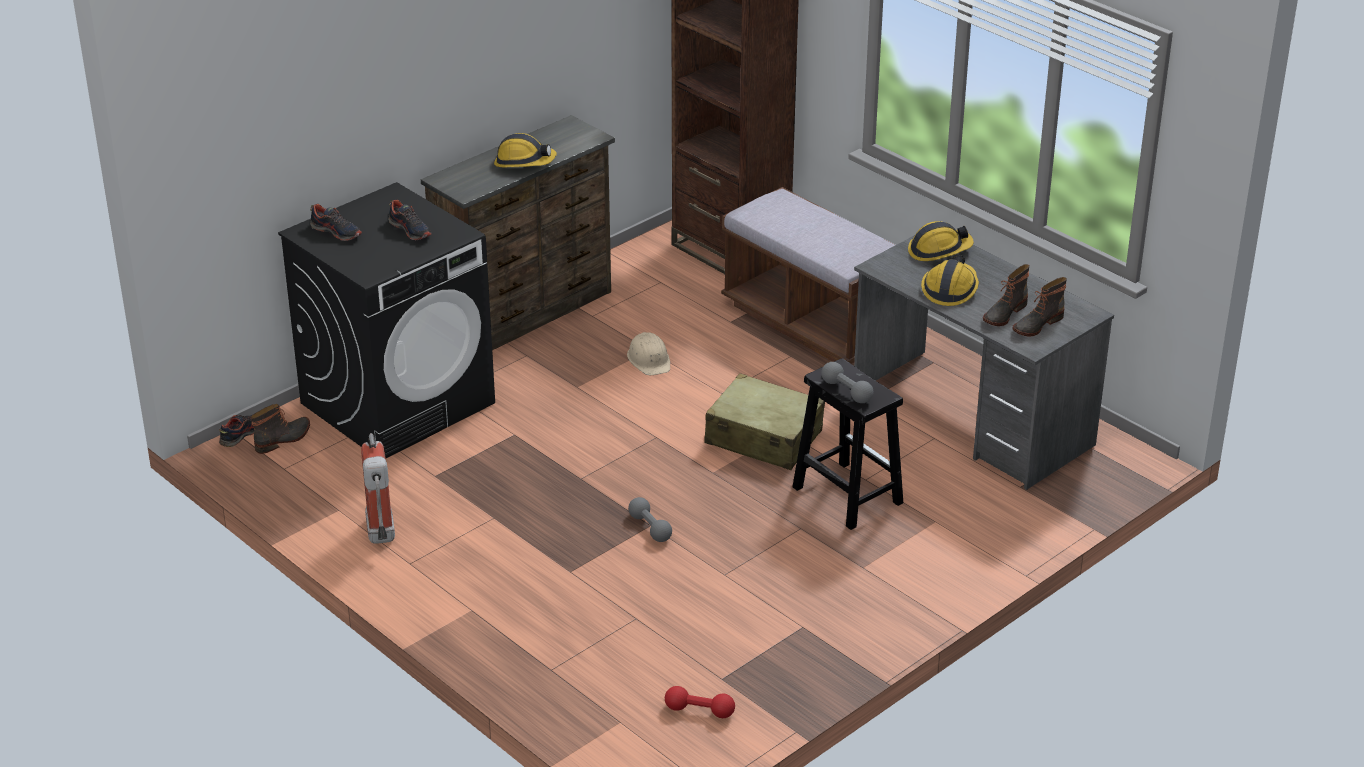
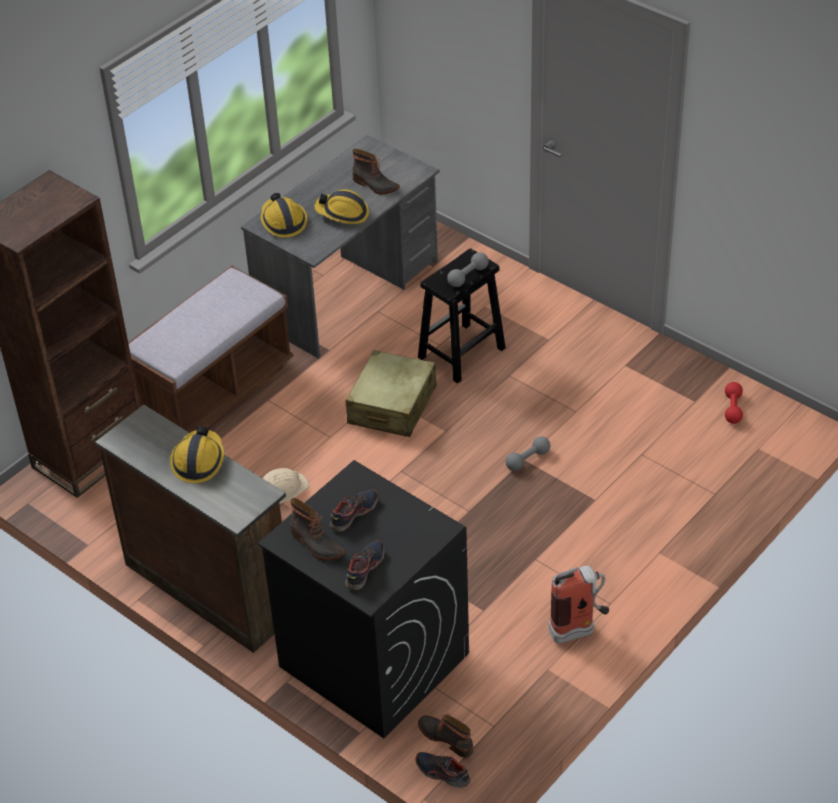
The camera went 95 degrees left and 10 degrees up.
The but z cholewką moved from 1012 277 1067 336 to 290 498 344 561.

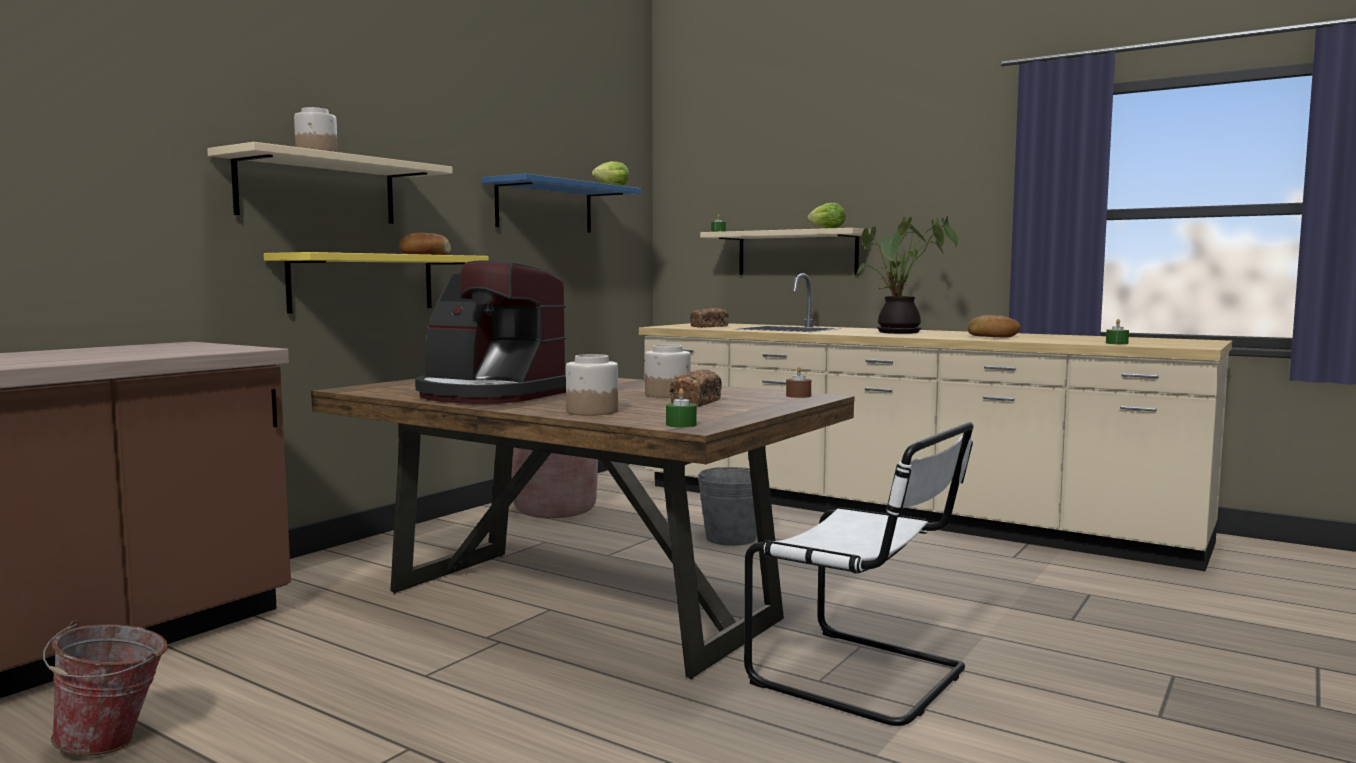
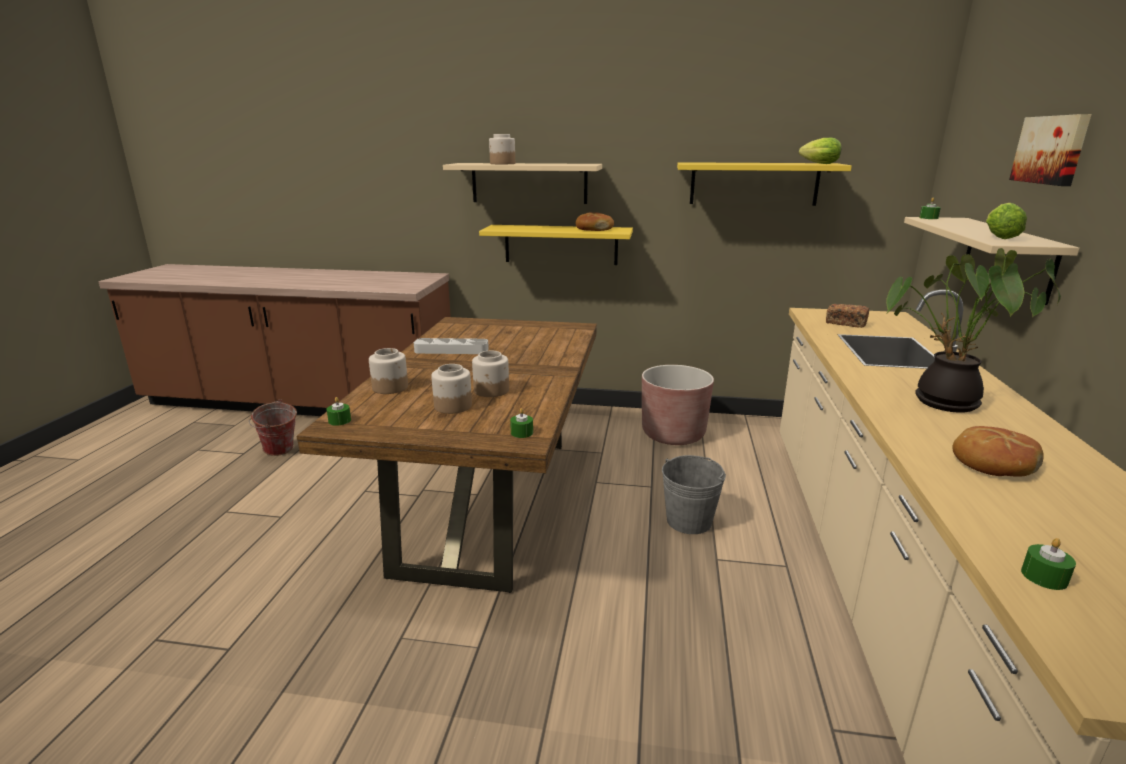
The camera went 65 degrees right and 15 degrees up.
The półka (niebieski) at 481 173 641 233 became the półka (żółty) at 677 162 852 206.
The ekspres do kawy at 415 260 566 404 was replaced by the taca (szary) at 414 338 489 354.
The świeca (brązowy) at 786 366 811 398 became the świeca (zielony) at 510 408 533 438.
The chleb at 670 370 722 407 was replaced by the słoik at 431 364 472 414.
The krzesło (biały) at 744 422 974 726 disappeared.
The obraz at 1009 114 1092 186 appeared.

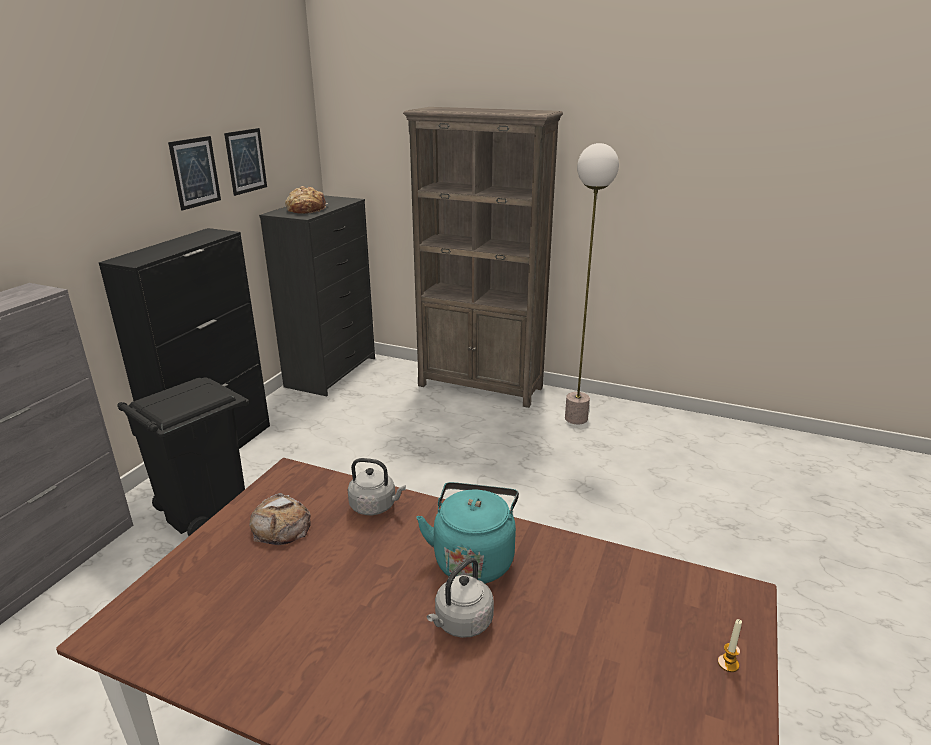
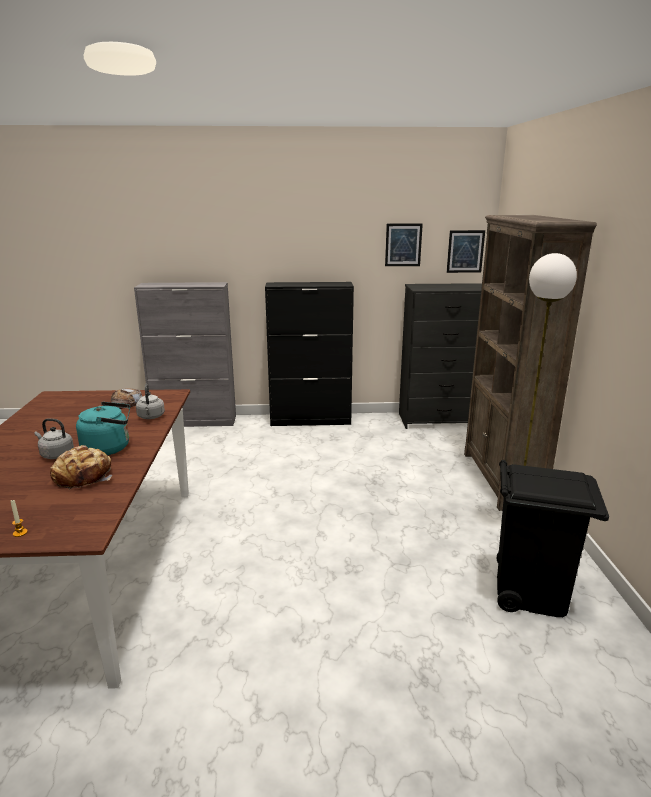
The camera went 65 degrees right and 5 degrees down.
The obraz moved from 168 136 221 211 to 447 230 485 273.
The chleb moved from 285 186 328 214 to 50 445 112 490.
The kosz na śmieci (czarny) moved from 117 377 249 536 to 497 460 609 617.

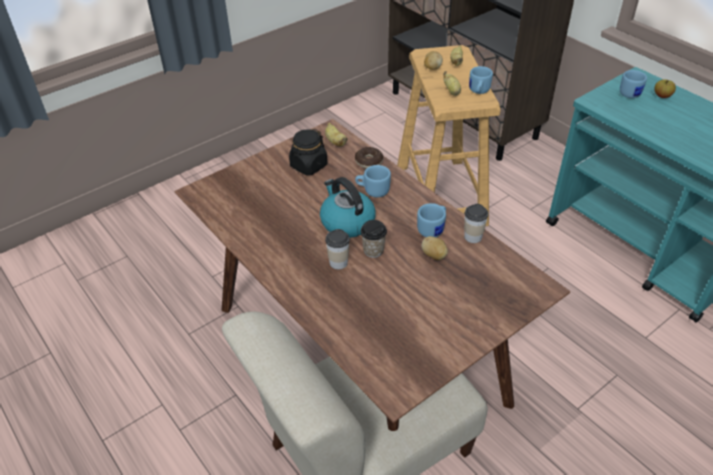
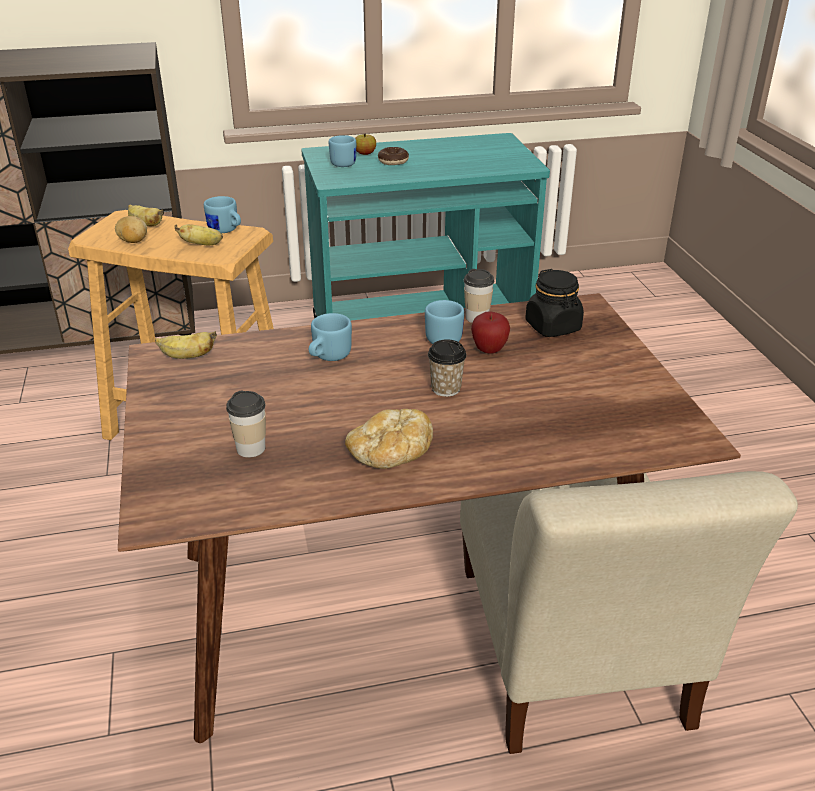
The camera went 65 degrees left and 10 degrees down.
The słoik (czarny) moved from 289 129 327 176 to 525 269 584 337.
The donut moved from 355 147 383 169 to 378 147 409 165.
The czajnik at 320 177 376 238 disappeared.
The filiżanka moved from 325 229 350 270 to 226 391 266 458.
The ziemniak at 421 236 448 260 was replaced by the jabłko at 471 311 510 354.
The chleb at 345 409 433 469 appeared.

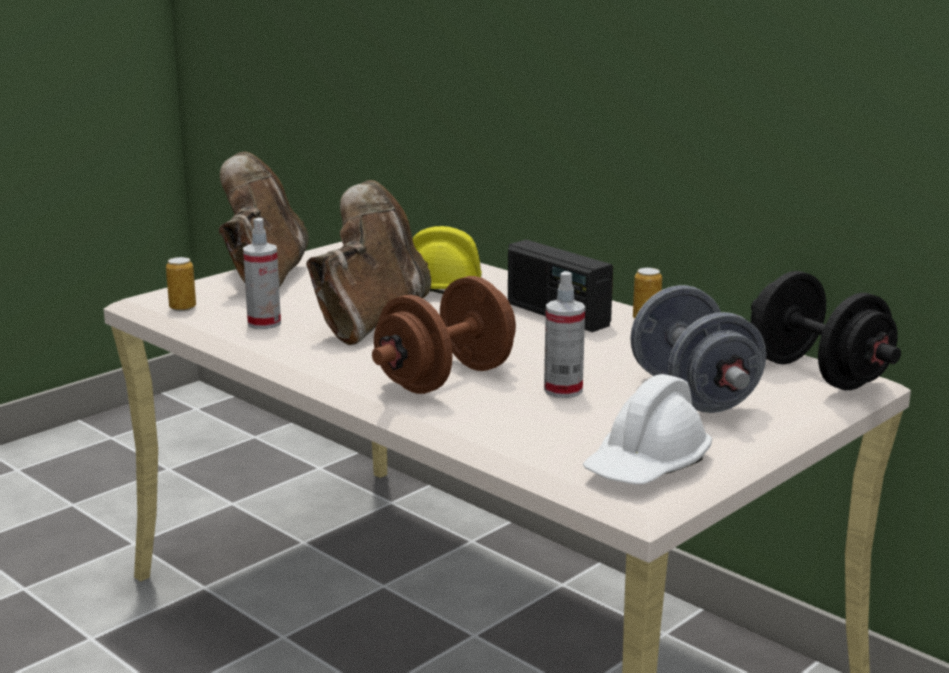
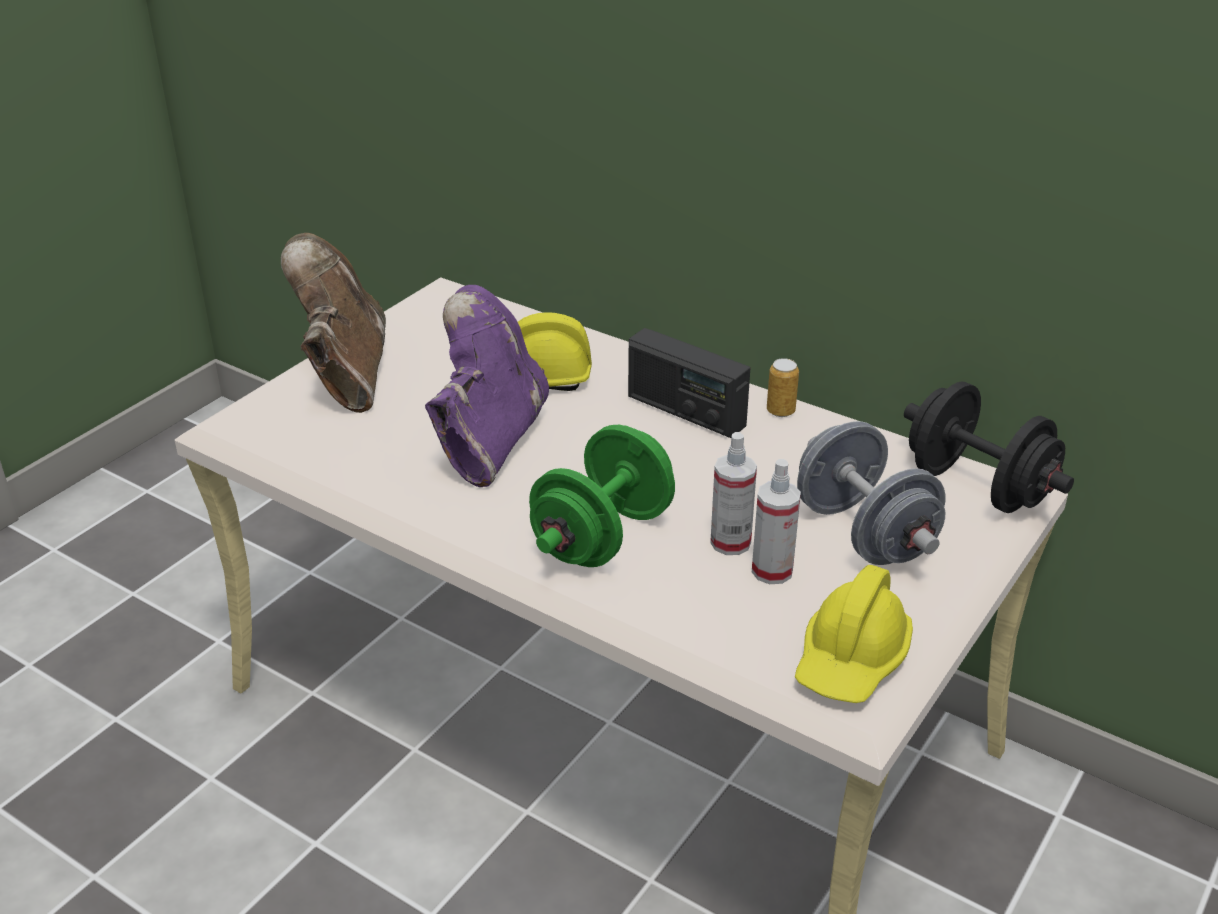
The camera went 10 degrees left and 15 degrees up.
The but z cholewką (brązowy) at 306 180 431 345 became the but z cholewką (fioletowy) at 425 285 549 487.
The spryskiwacz moved from 243 218 281 329 to 752 459 801 584.
The puszka at 166 257 196 311 disappeared.
The hantel (brązowy) at 372 276 516 394 became the hantel (zielony) at 529 425 675 567.
The kask (biały) at 583 374 712 484 became the kask (żółty) at 795 565 913 703.

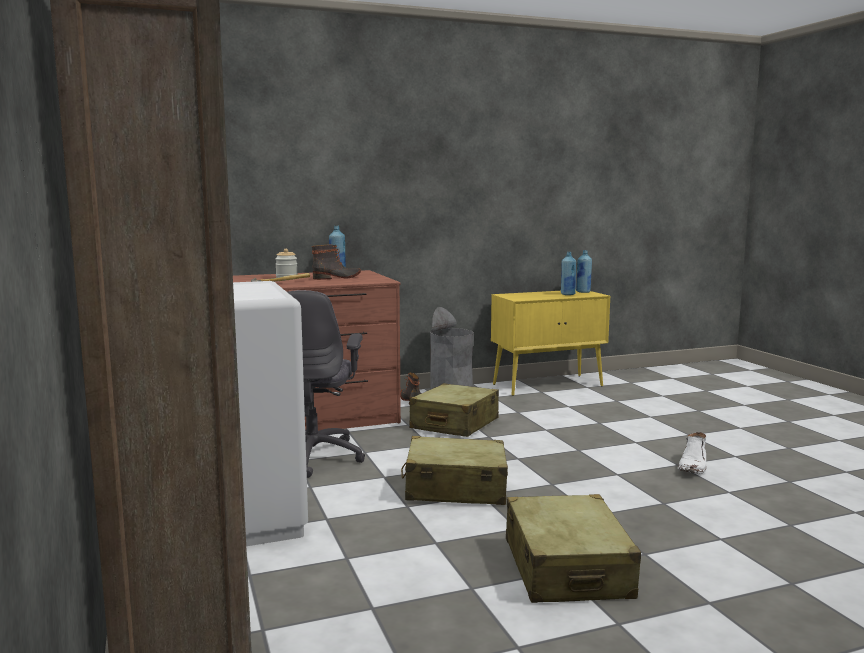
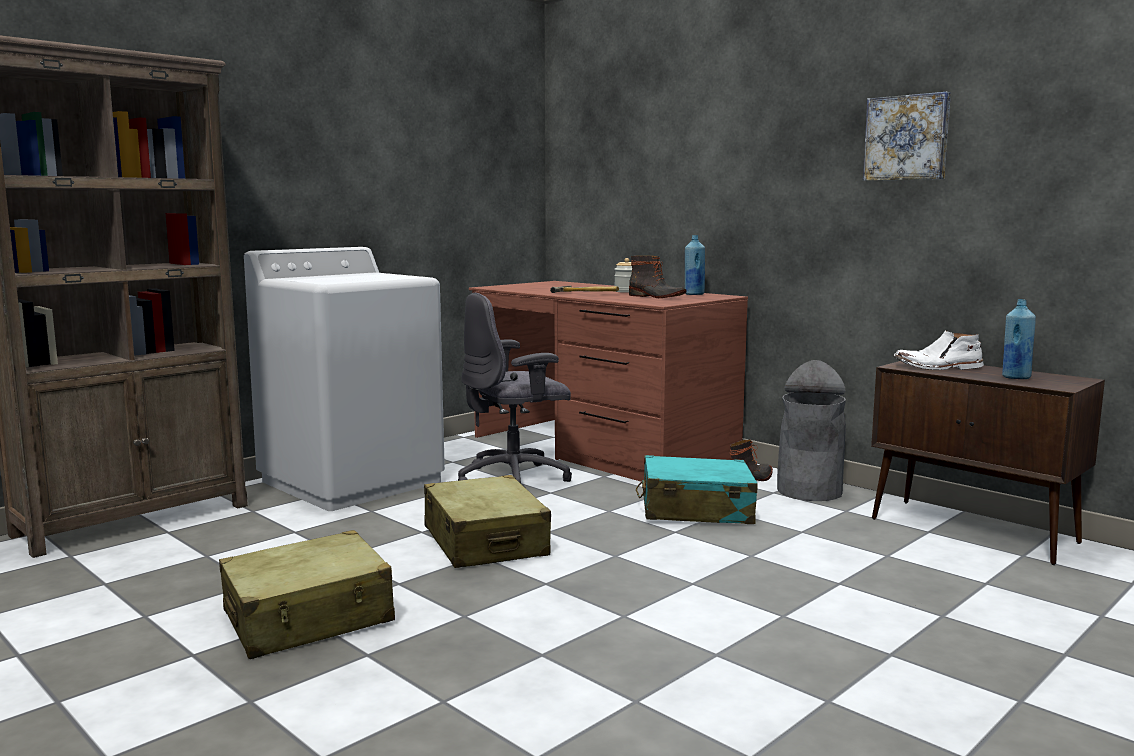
The camera went 65 degrees right and 0 degrees up.
The butelka (niebieski) at 576 250 592 293 disappeared.
The szafka (żółty) at 491 291 610 396 became the szafka (brązowy) at 871 361 1105 565.
The walizka (beżowy) at 409 383 499 437 became the walizka (turkusowy) at 636 455 758 524.
The but z cholewką (biały) moved from 678 432 706 474 to 893 330 984 370.
The obraz at 863 92 951 181 appeared.

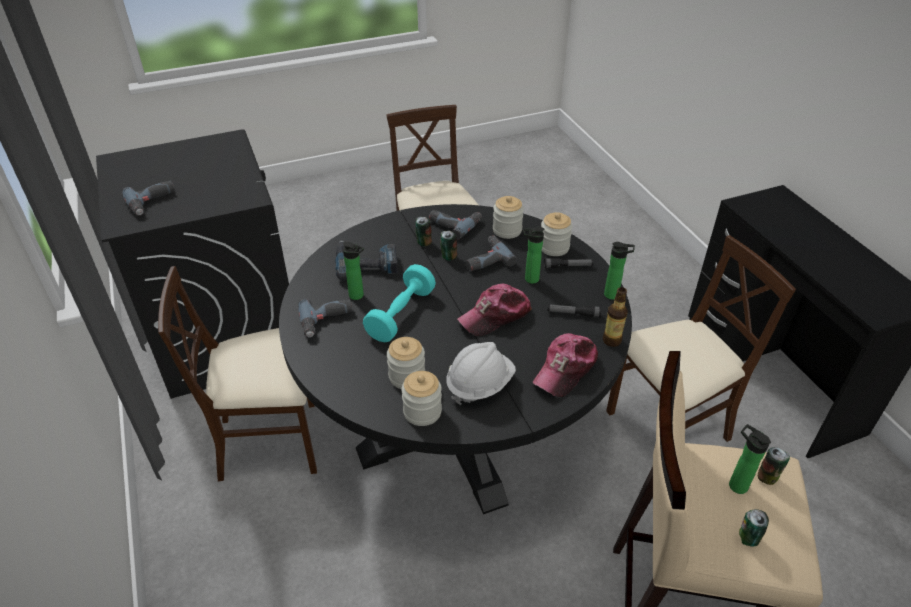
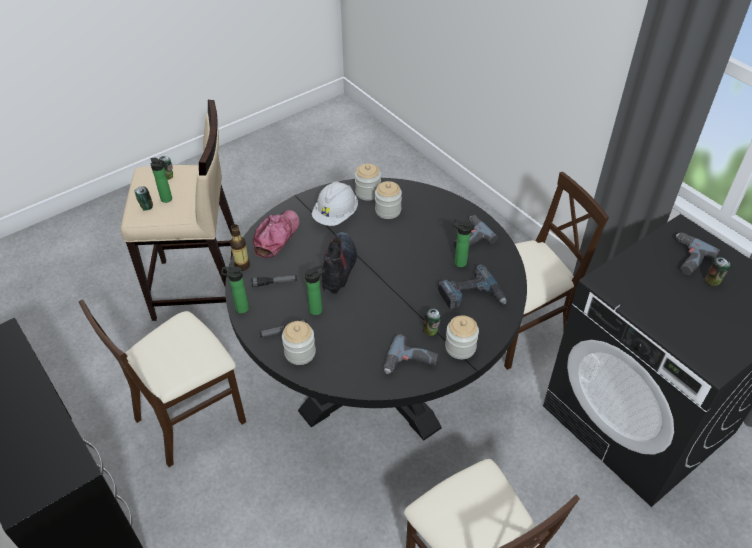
The camera went 165 degrees right and 5 degrees up.
The słoik moved from 493 196 524 239 to 445 315 479 359.
The puszka moved from 440 231 457 260 to 705 257 730 286.
The wiertarka at 466 236 517 271 disappeared.
The hantel (turkusowy) at 363 264 436 342 disappeared.
The czapka z daszkiem at 457 284 532 336 was replaced by the but z cholewką at 322 232 357 294.

